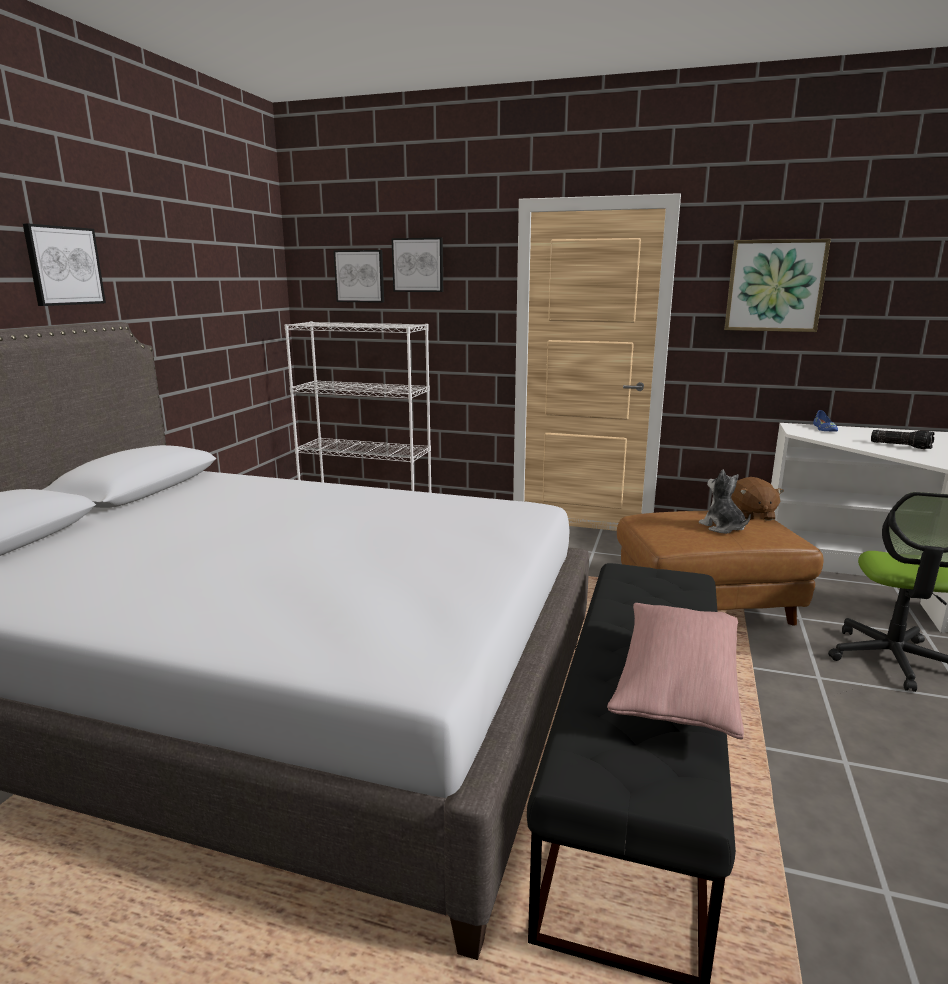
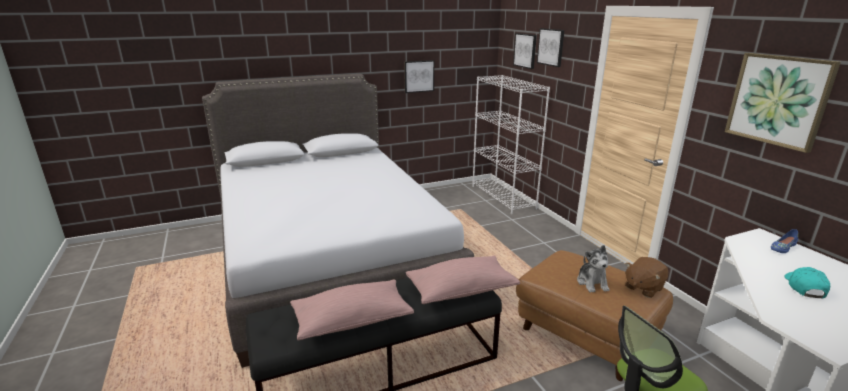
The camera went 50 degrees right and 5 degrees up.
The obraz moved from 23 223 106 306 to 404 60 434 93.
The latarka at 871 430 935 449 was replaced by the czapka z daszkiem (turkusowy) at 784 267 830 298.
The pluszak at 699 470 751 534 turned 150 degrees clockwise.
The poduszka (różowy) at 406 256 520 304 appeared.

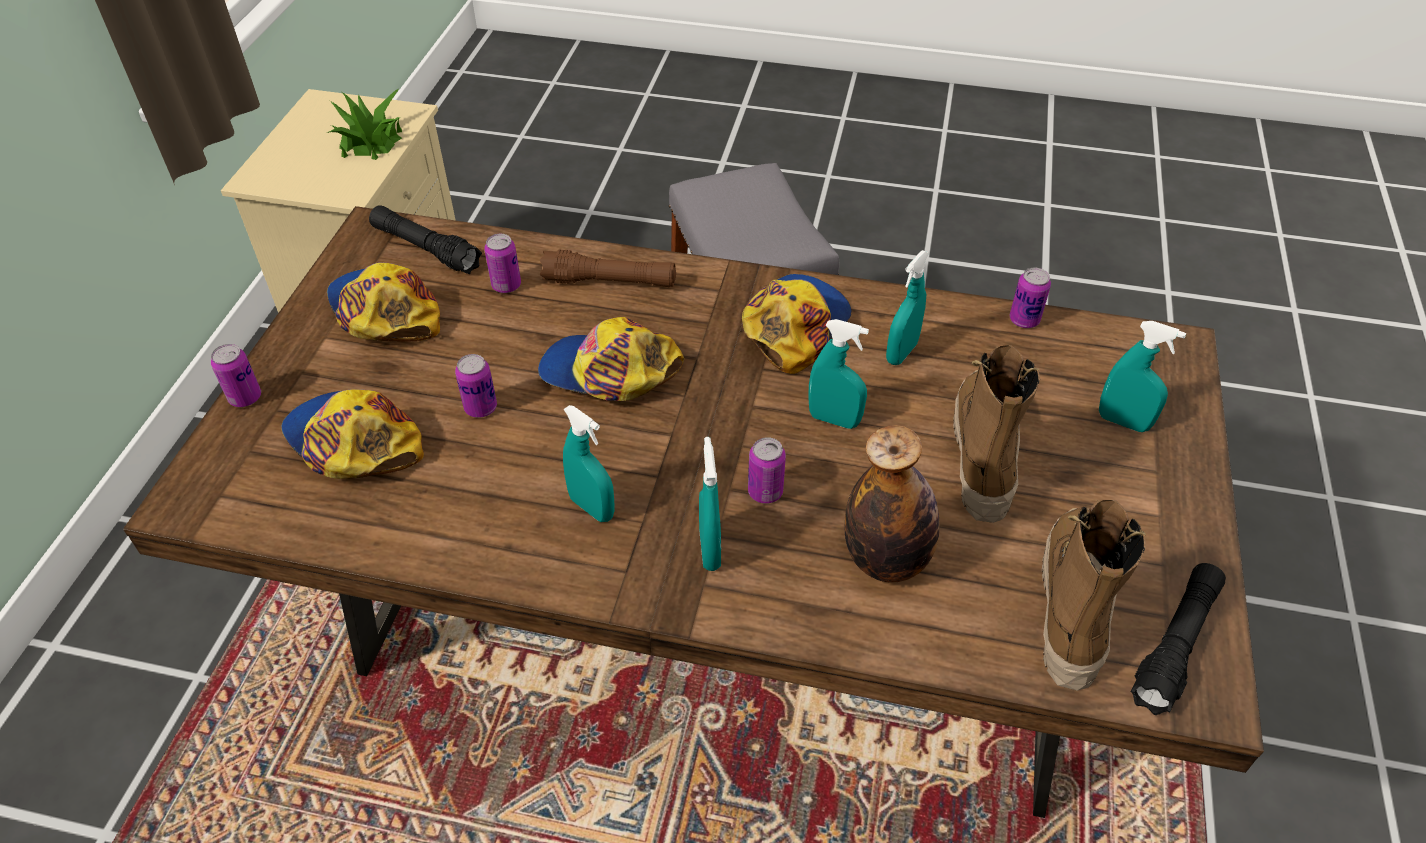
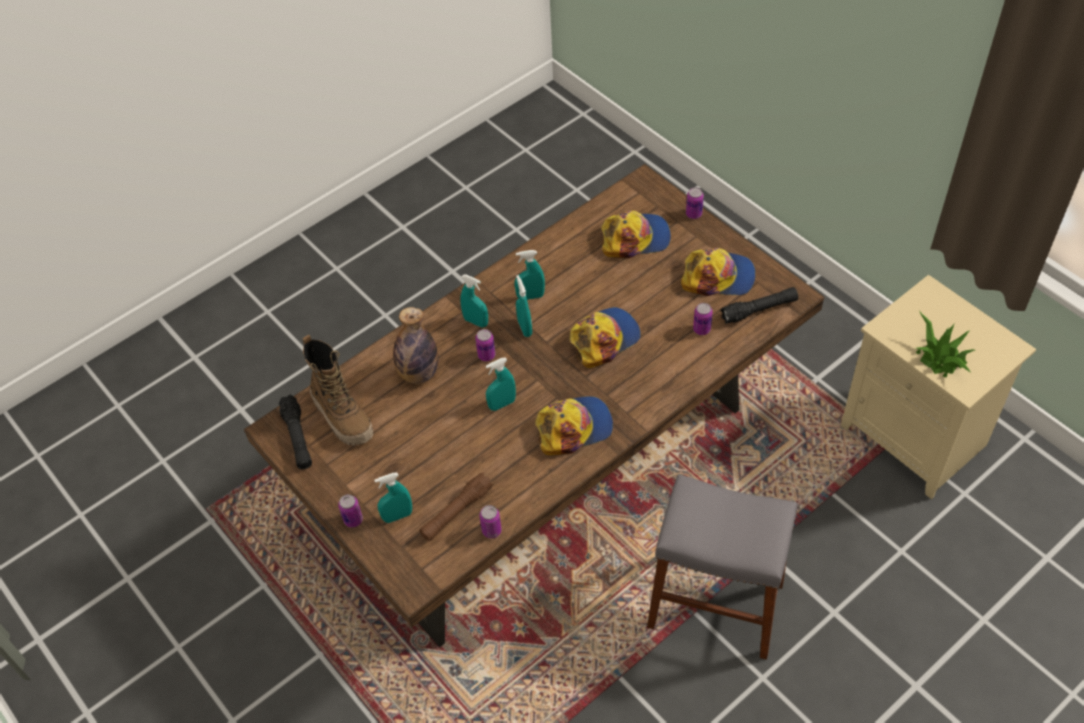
The camera went 130 degrees right and 5 degrees up.
The latarka (brązowy) moved from 540 249 676 287 to 419 472 493 541.
The spryskiwacz (turkusowy) moved from 886 250 929 365 to 516 275 532 337.
The czapka z daszkiem at 742 274 852 374 turned 90 degrees counterclockwise.
The but z cholewką at 953 345 1040 523 disappeared.
The puszka moved from 455 354 497 418 to 338 494 363 528.

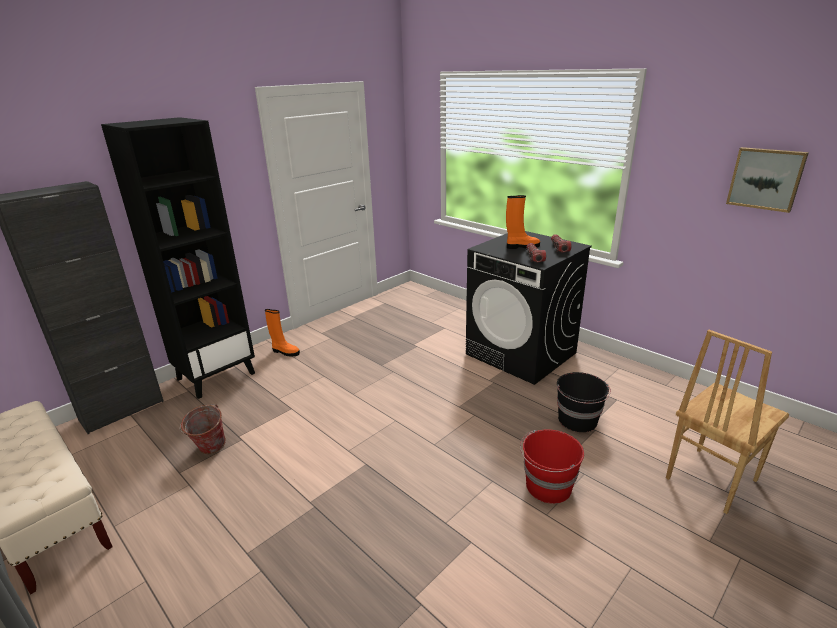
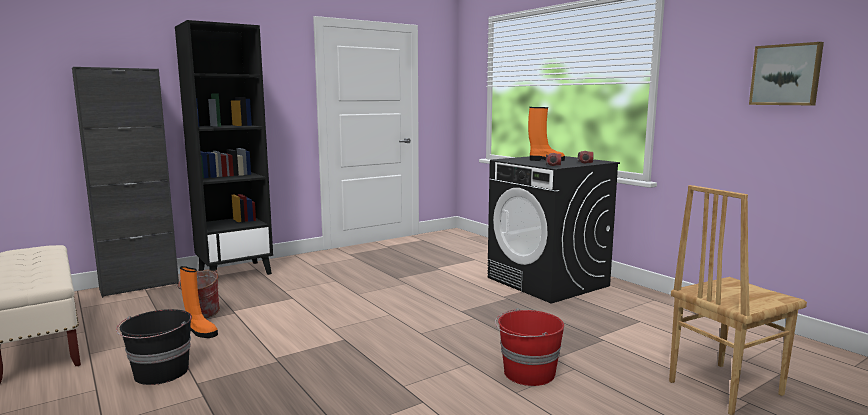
The camera went 10 degrees right and 15 degrees down.
The but z cholewką (pomarańczowy) moved from 265 309 300 356 to 180 266 218 338.
The wiadro (czarny) moved from 557 372 611 432 to 116 309 192 385.

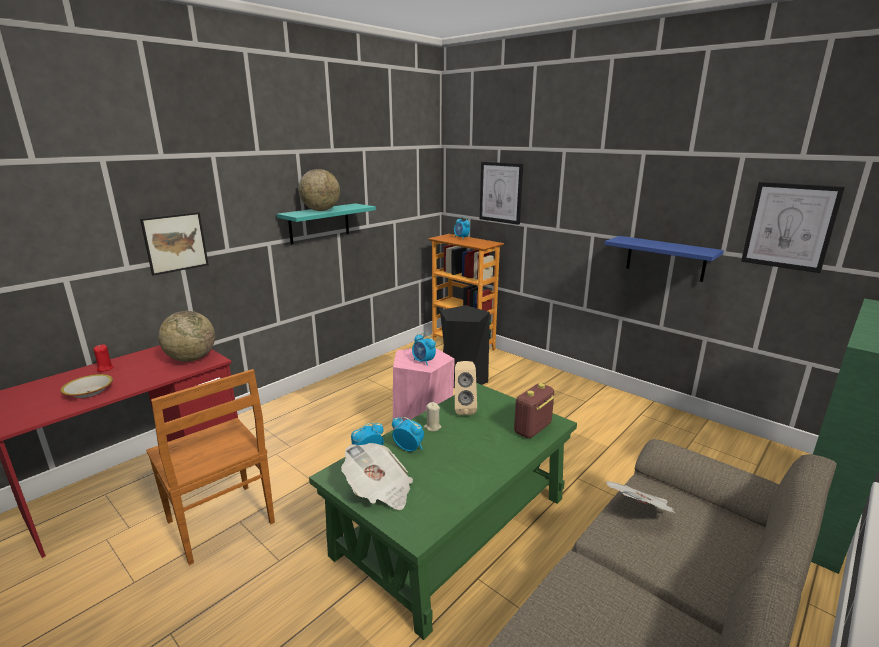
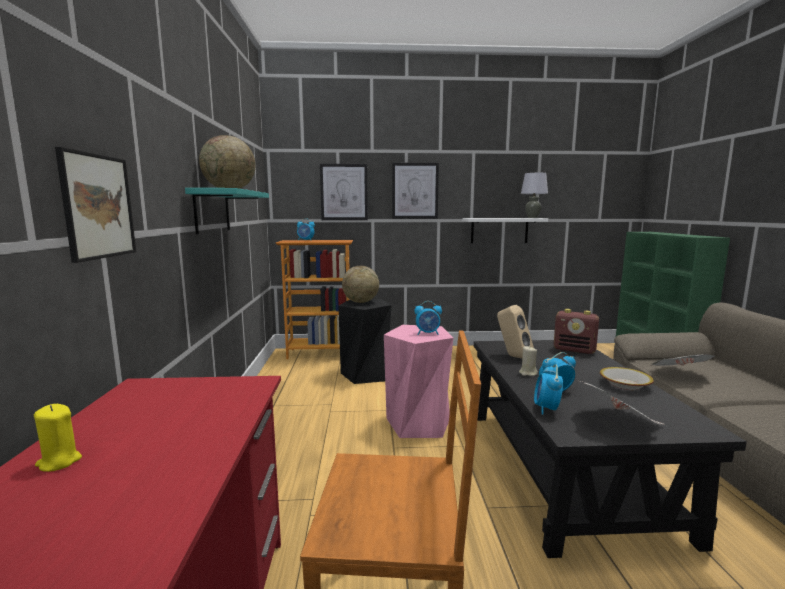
The camera went 45 degrees left and 10 degrees down.
The obraz moved from 741 182 845 273 to 392 162 439 219.
The półka (niebieski) at 604 236 724 282 became the półka (biały) at 462 218 548 243.
The globus moved from 158 311 215 362 to 342 266 379 303.
The świeca (czerwony) at 93 345 114 372 became the świeca (żółty) at 34 404 82 472.
The miska moved from 61 374 113 398 to 600 367 654 390.
The ława (zielony) at 309 383 577 640 became the ława (czarny) at 474 340 747 558.
The radio at 514 383 555 439 turned 60 degrees counterclockwise.
The lampa stołowa (szary) at 521 173 548 218 appeared.

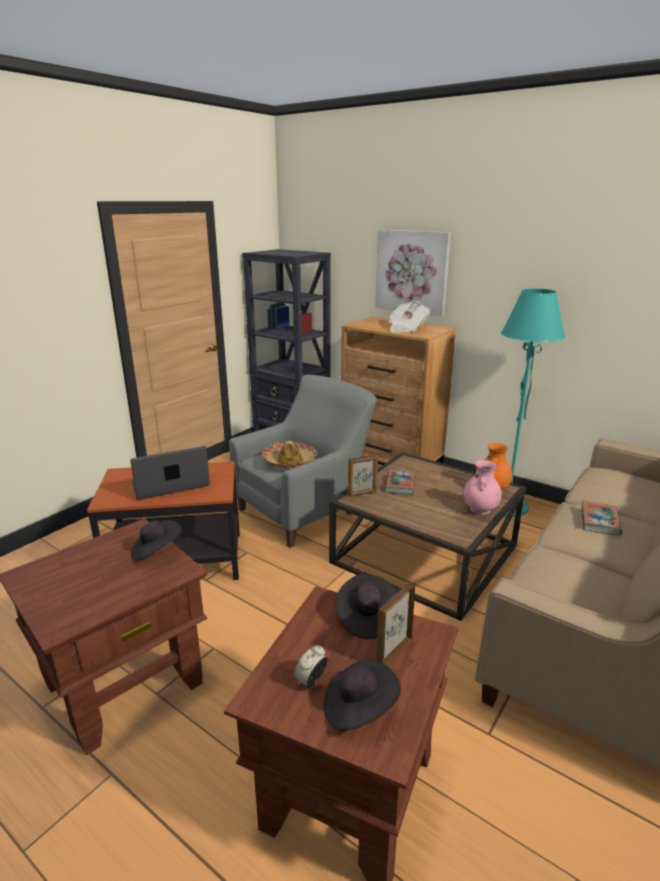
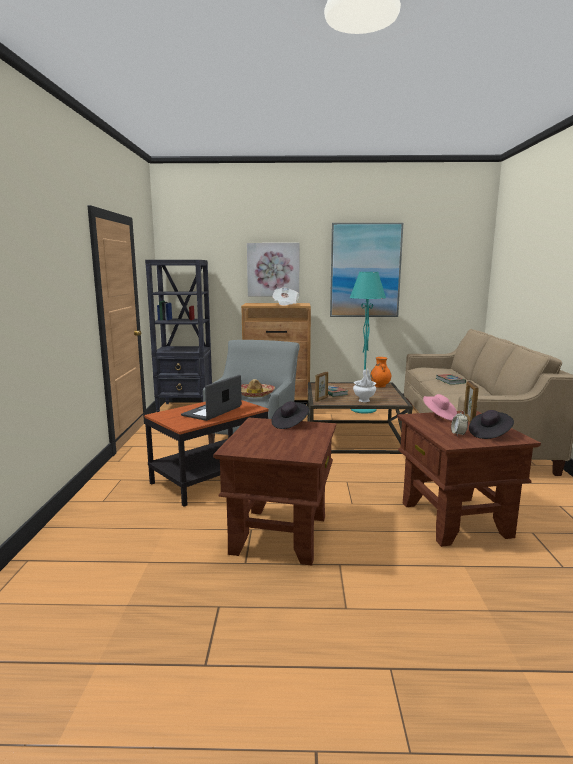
The camera went 35 degrees left and 10 degrees down.
The wazon (różowy) at 463 460 501 515 disappeared.
The kapelusz (czarny) at 336 574 398 639 became the kapelusz (różowy) at 423 394 457 420.
The obraz at 330 223 403 317 appeared.
The wazon (biały) at 353 369 376 402 appeared.

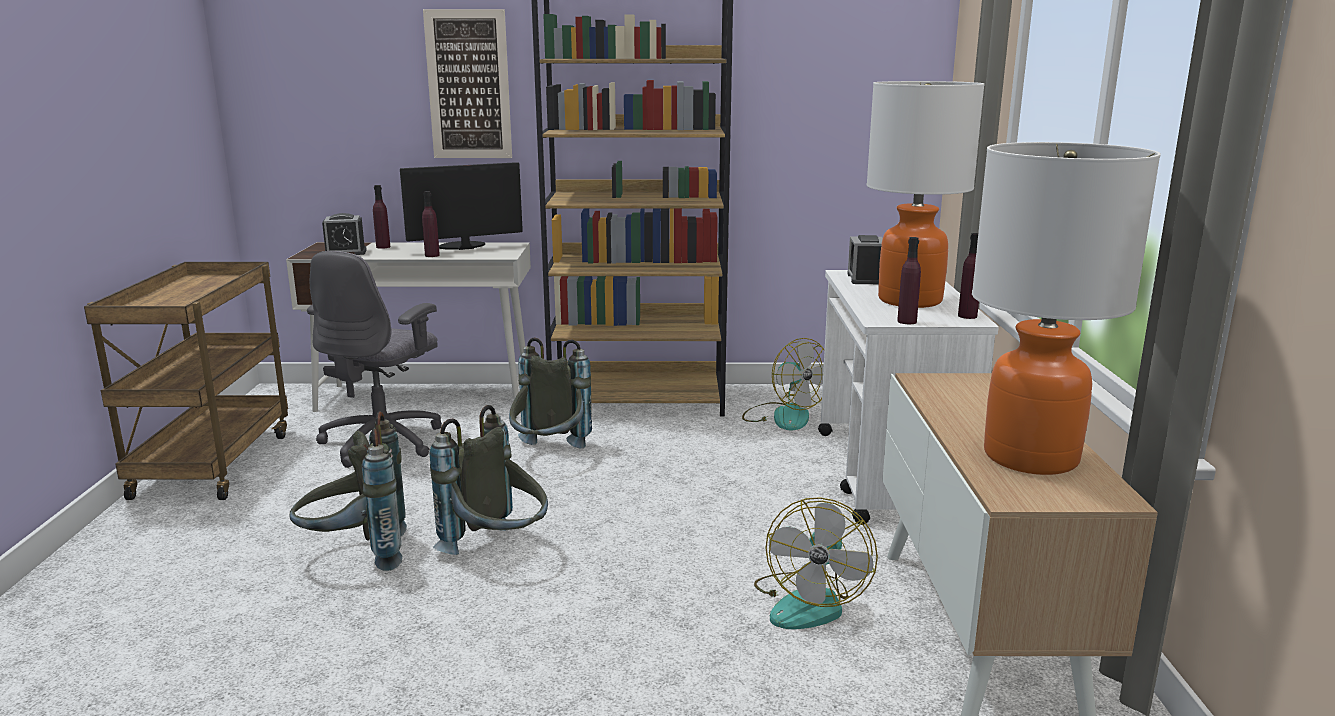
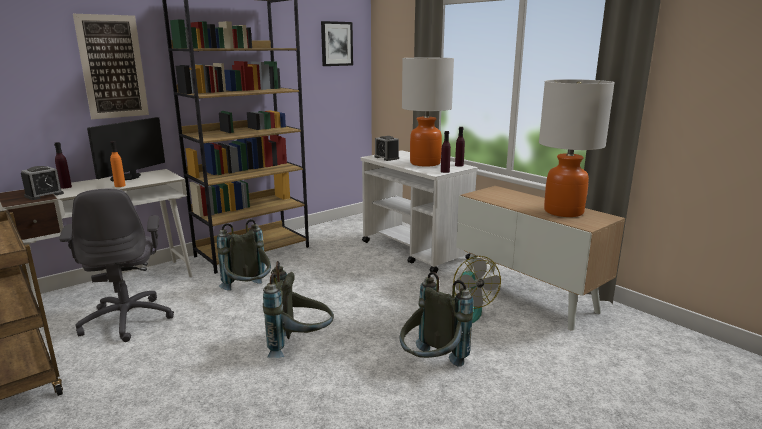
The camera went 40 degrees left and 0 degrees up.
The butelka (fioletowy) at 422 191 440 257 became the butelka (pomarańczowy) at 110 141 126 187.
The wentylator at 742 338 825 430 disappeared.
The plecak (szary) moved from 289 412 407 571 to 400 272 473 366.
The obraz at 321 21 353 66 appeared.

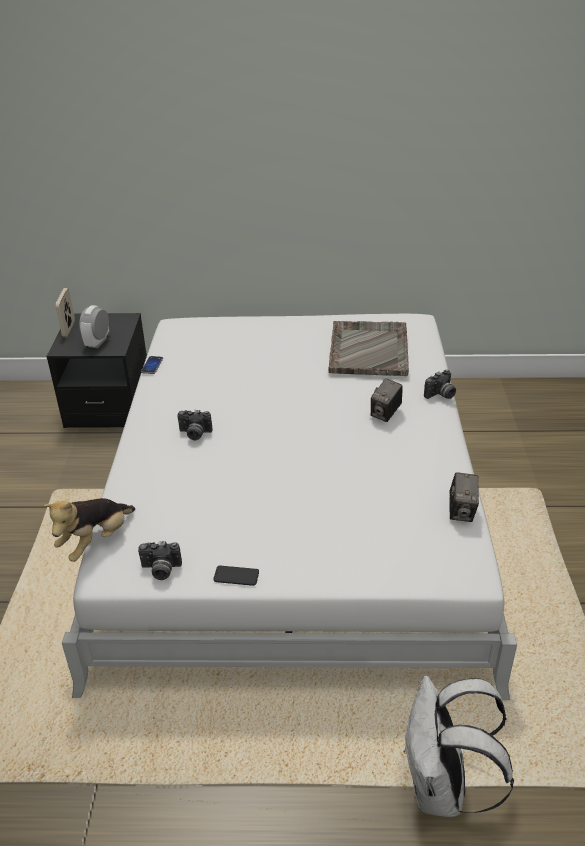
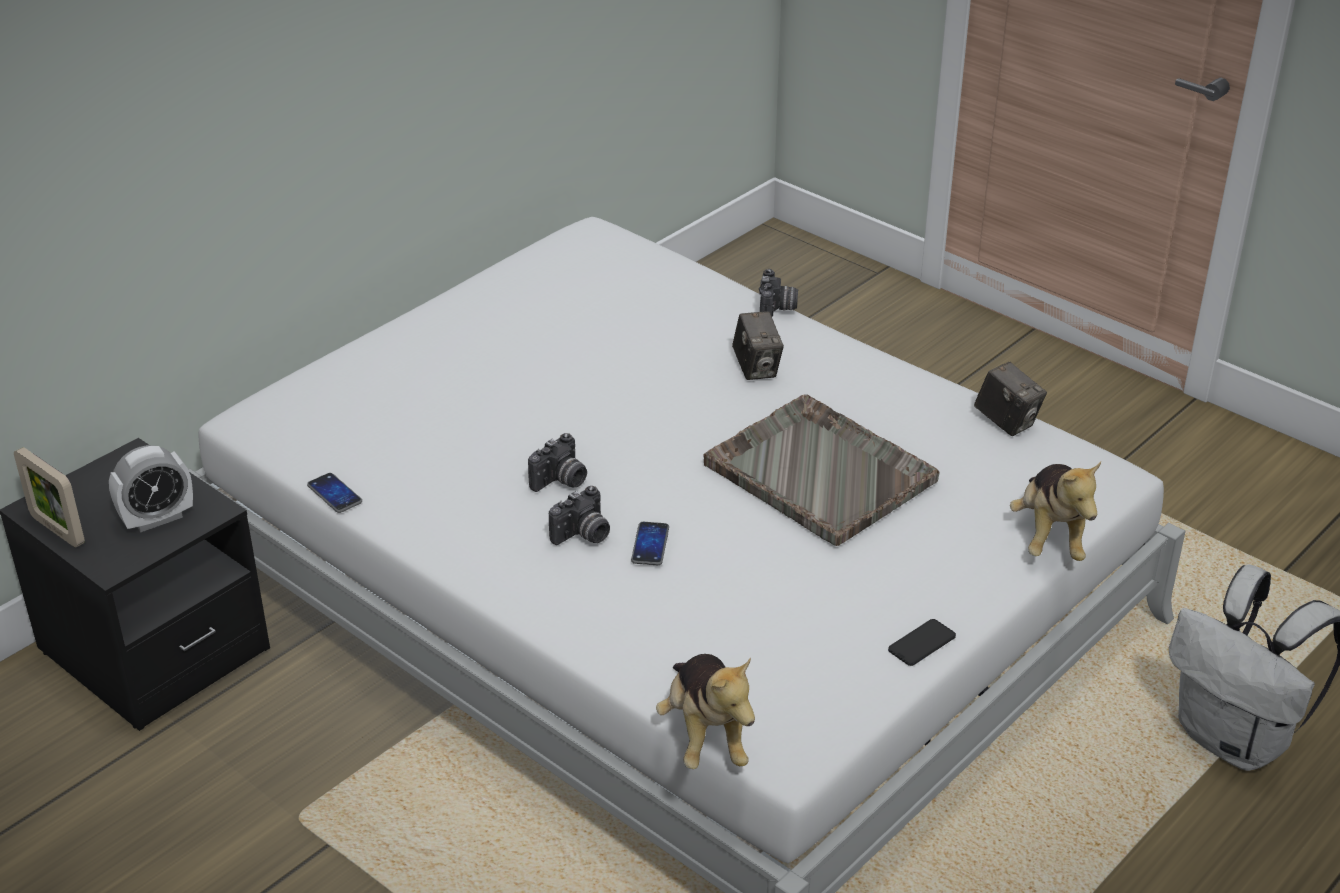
The camera went 50 degrees left and 0 degrees up.
The budzik at 79 305 109 348 turned 90 degrees counterclockwise.
The taca (szary) moved from 328 321 409 376 to 703 394 940 546.
The aparat fotograficzny moved from 138 541 182 580 to 528 433 587 492.
The pluszak at 1010 461 1101 561 appeared.
The telefon at 631 522 669 565 appeared.

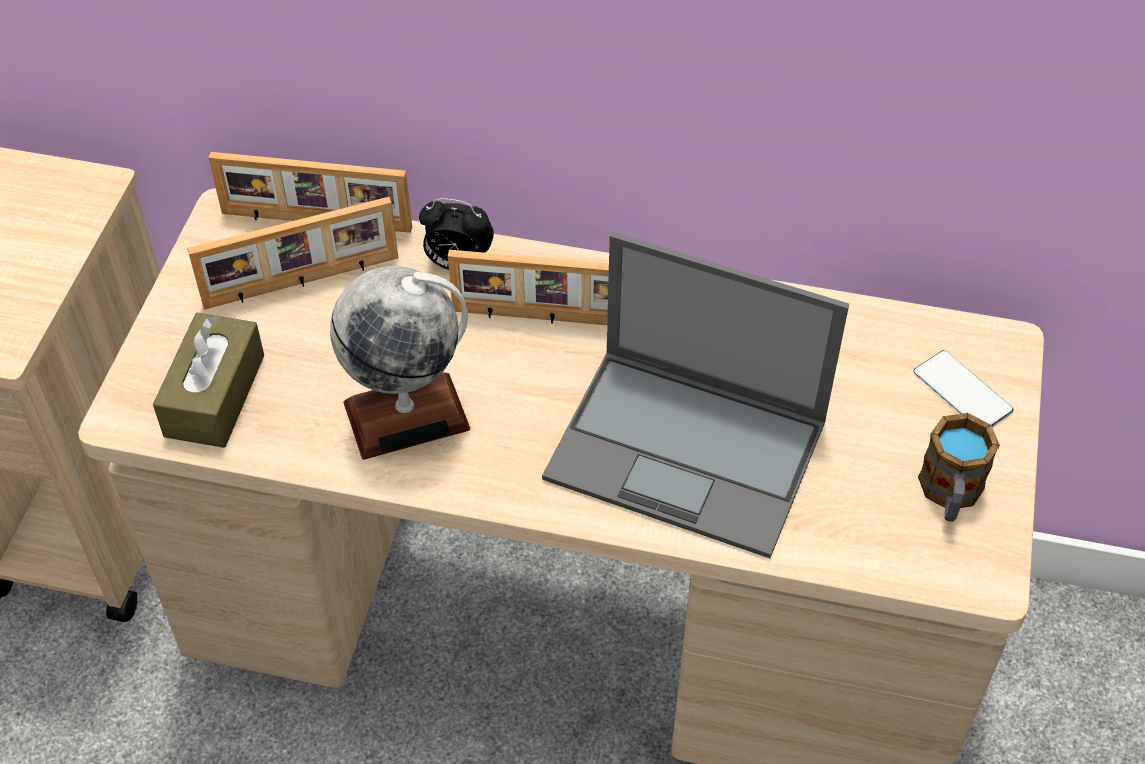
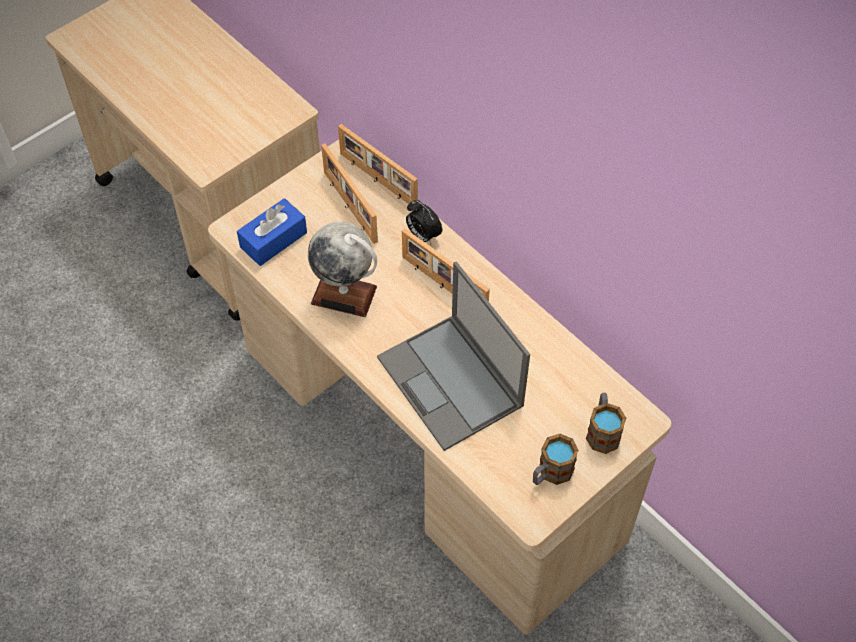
The camera went 35 degrees right and 5 degrees up.
The ramka na zdjęcie at 187 197 398 310 turned 45 degrees clockwise.
The pudełko chusteczek (brązowy) at 153 313 264 448 became the pudełko chusteczek (niebieski) at 237 198 307 266.
The telefon at 914 350 1014 427 was replaced by the kubek at 586 393 626 454.

